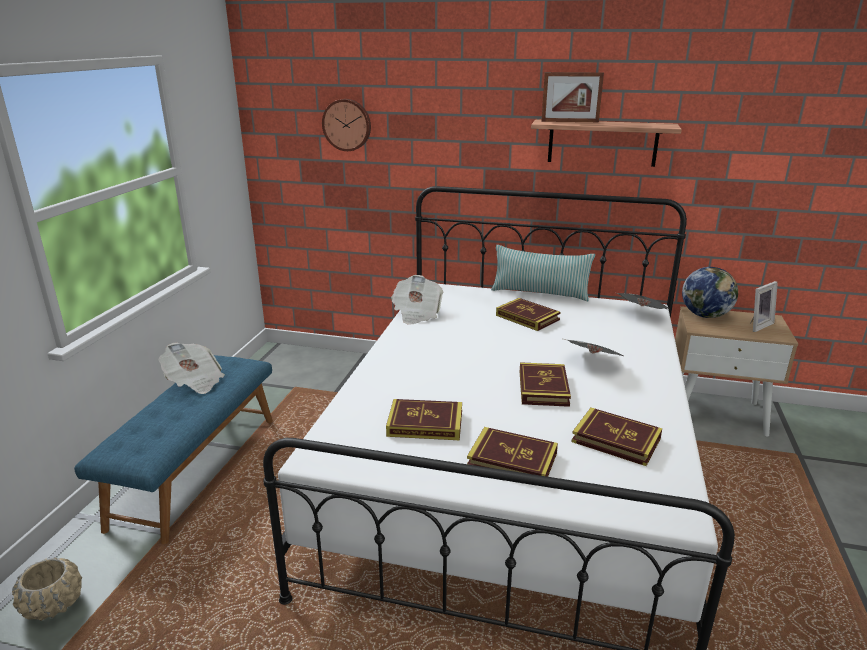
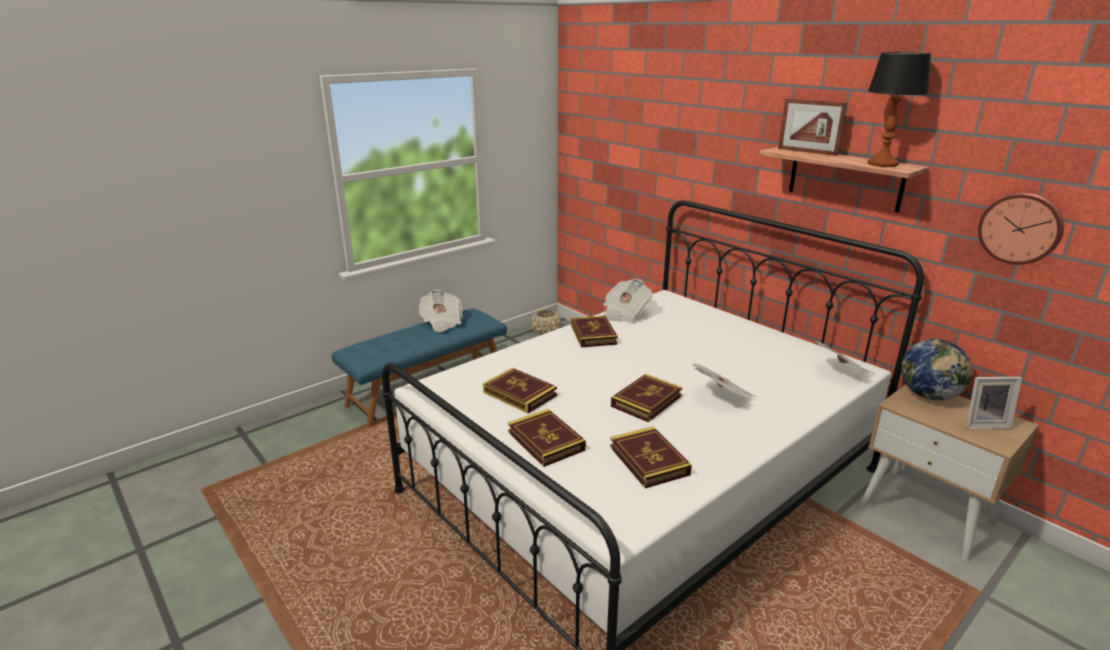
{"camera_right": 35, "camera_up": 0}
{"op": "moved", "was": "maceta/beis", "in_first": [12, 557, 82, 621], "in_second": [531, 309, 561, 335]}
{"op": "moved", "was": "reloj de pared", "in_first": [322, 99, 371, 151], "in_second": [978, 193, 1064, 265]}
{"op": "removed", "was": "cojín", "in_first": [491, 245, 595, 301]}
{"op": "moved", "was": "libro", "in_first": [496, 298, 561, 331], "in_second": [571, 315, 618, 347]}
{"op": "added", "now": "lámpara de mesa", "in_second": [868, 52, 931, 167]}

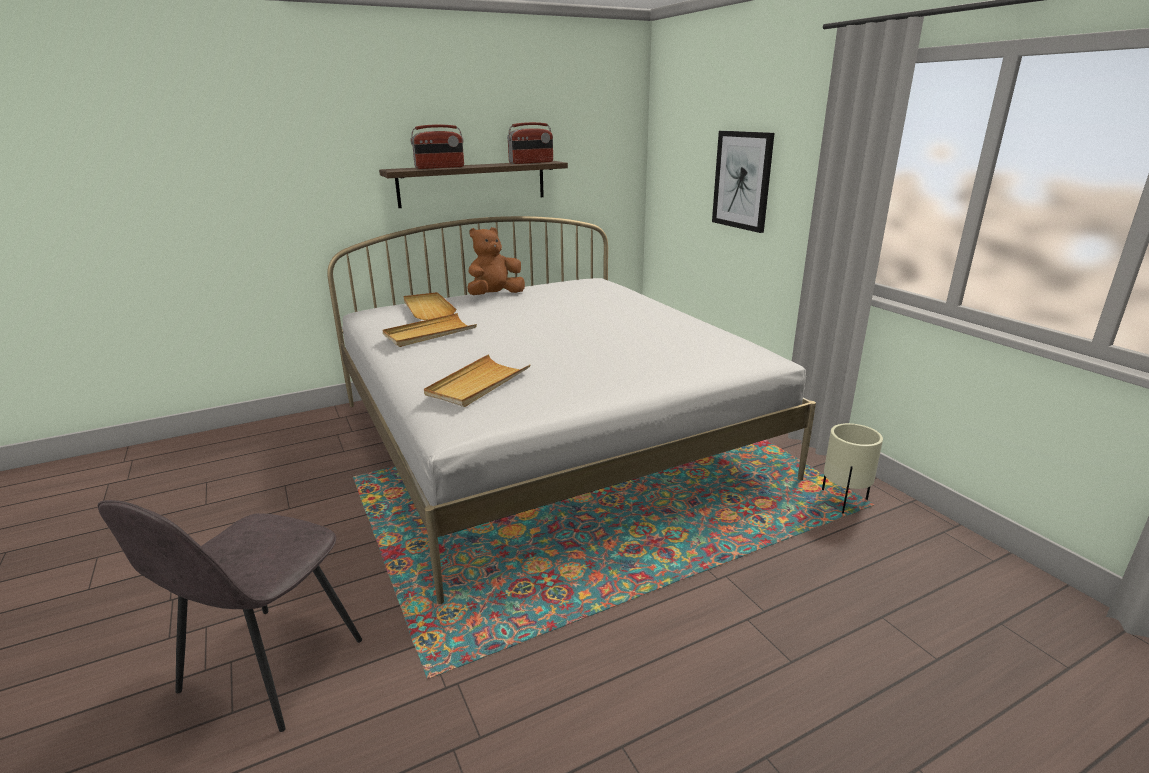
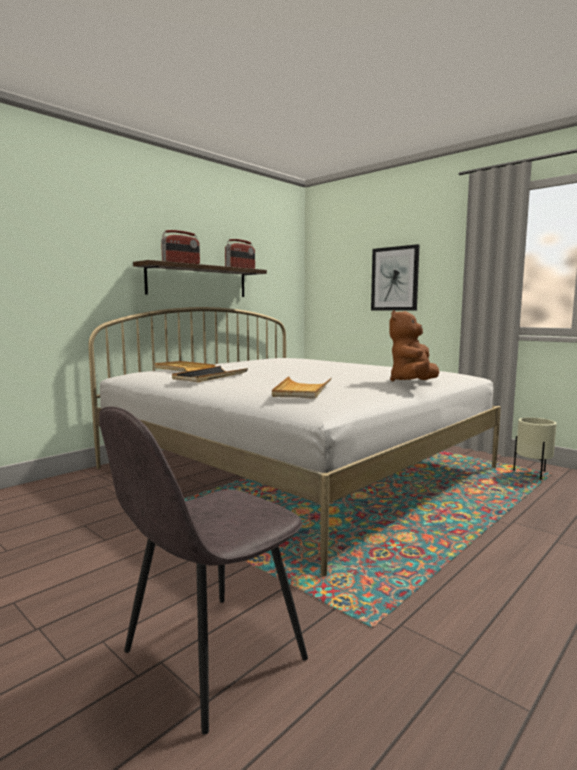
{"camera_right": -20, "camera_up": -15}
{"op": "turned", "was": "silla/gris", "in_first": [98, 500, 362, 732], "in_second": [99, 406, 308, 735], "clockwise": 45}
{"op": "recoloured", "was": "bandeja/beis", "now": "bandeja/negro", "in_first": [383, 313, 477, 347], "in_second": [172, 366, 248, 382]}
{"op": "moved", "was": "peluche/marrón", "in_first": [467, 227, 525, 295], "in_second": [389, 310, 439, 381]}

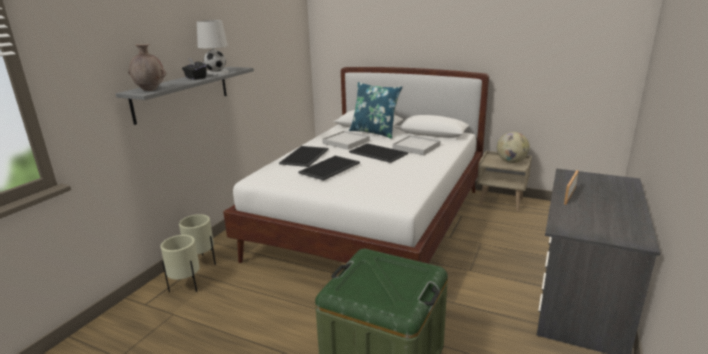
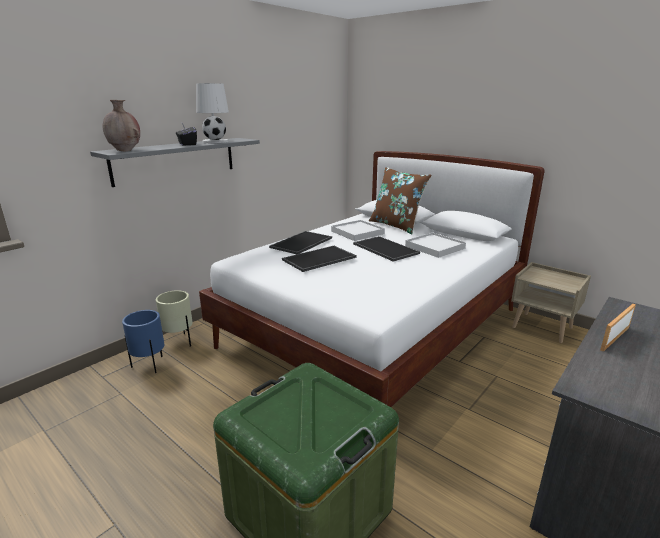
{"camera_right": 15, "camera_up": 0}
{"op": "recoloured", "was": "maceta/beis", "now": "maceta/azul", "in_first": [160, 235, 200, 292], "in_second": [122, 310, 165, 373]}
{"op": "recoloured", "was": "cojín/azul", "now": "cojín/marrón", "in_first": [349, 82, 403, 139], "in_second": [369, 167, 432, 234]}
{"op": "removed", "was": "globo terráqueo", "in_first": [497, 132, 530, 163]}

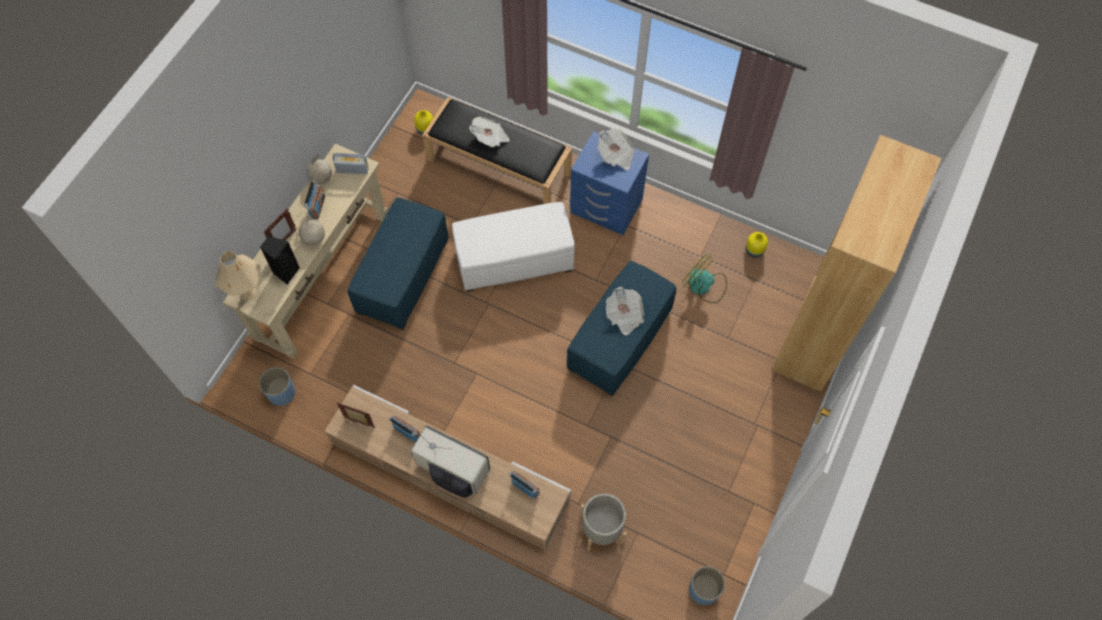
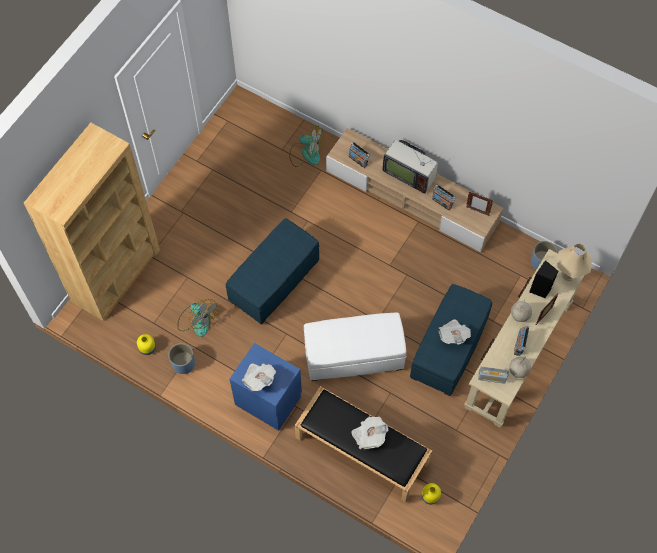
{"camera_right": -175, "camera_up": 0}
{"op": "replaced", "was": "maceta/gris", "now": "ventilador", "in_first": [580, 494, 627, 551], "in_second": [289, 125, 323, 167]}
{"op": "moved", "was": "periódico", "in_first": [606, 287, 644, 335], "in_second": [439, 319, 471, 345]}
{"op": "moved", "was": "maceta/azul", "in_first": [689, 566, 725, 605], "in_second": [168, 343, 195, 374]}

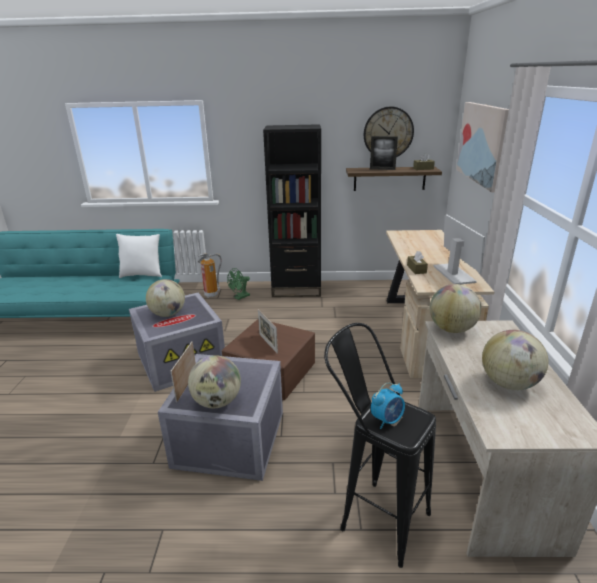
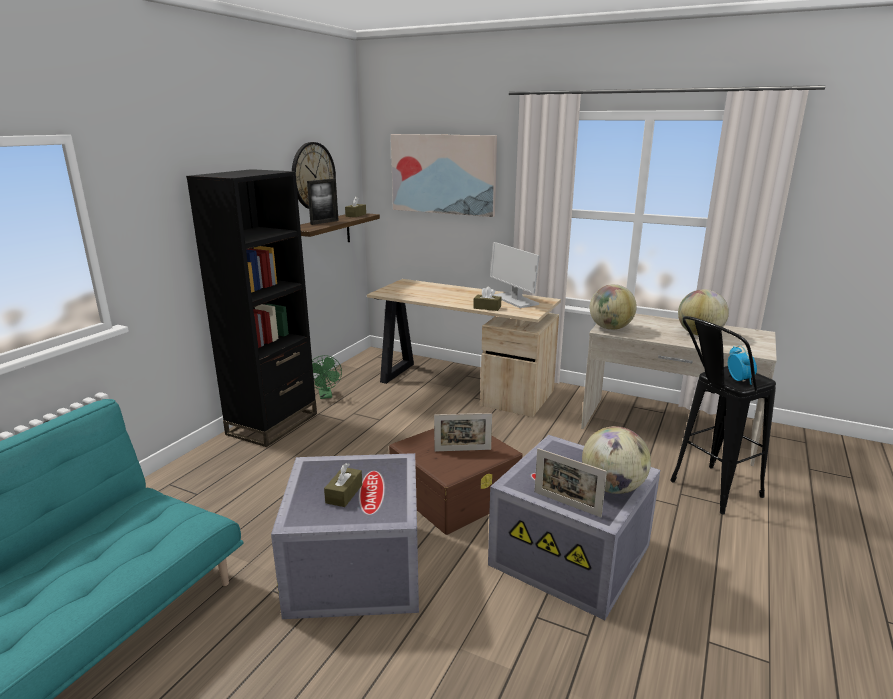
{"camera_right": -65, "camera_up": -5}
{"op": "removed", "was": "cojín/blanco", "in_first": [116, 234, 162, 278]}
{"op": "replaced", "was": "globo terráqueo", "now": "caja de pañuelos/marrón", "in_first": [146, 279, 185, 317], "in_second": [324, 463, 362, 507]}
{"op": "removed", "was": "extintor", "in_first": [197, 253, 222, 298]}
{"op": "moved", "was": "ventilador/verde", "in_first": [227, 268, 250, 300], "in_second": [312, 355, 342, 399]}
{"op": "turned", "was": "monitor", "in_first": [433, 214, 485, 285], "in_second": [490, 242, 540, 308], "clockwise": -135}

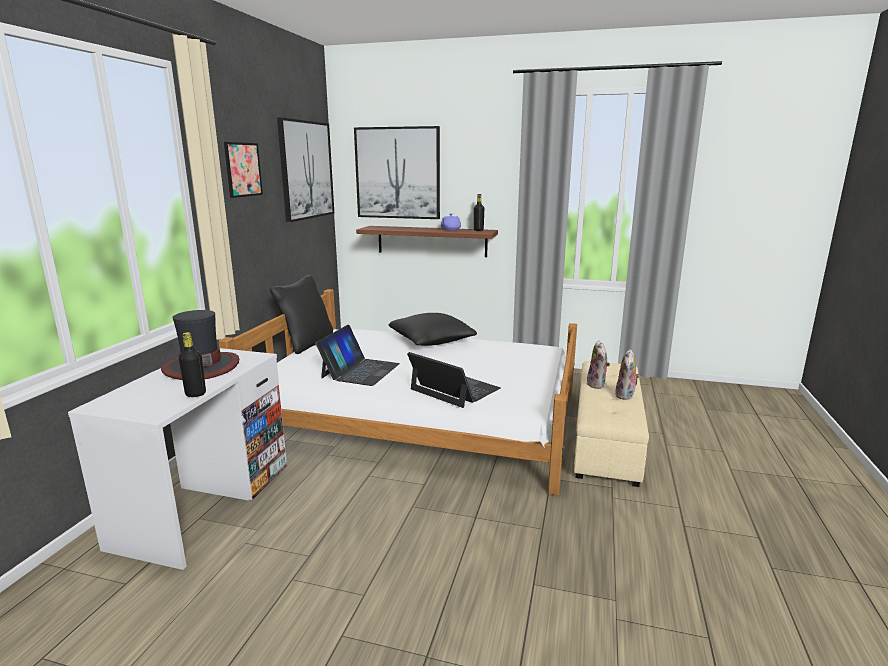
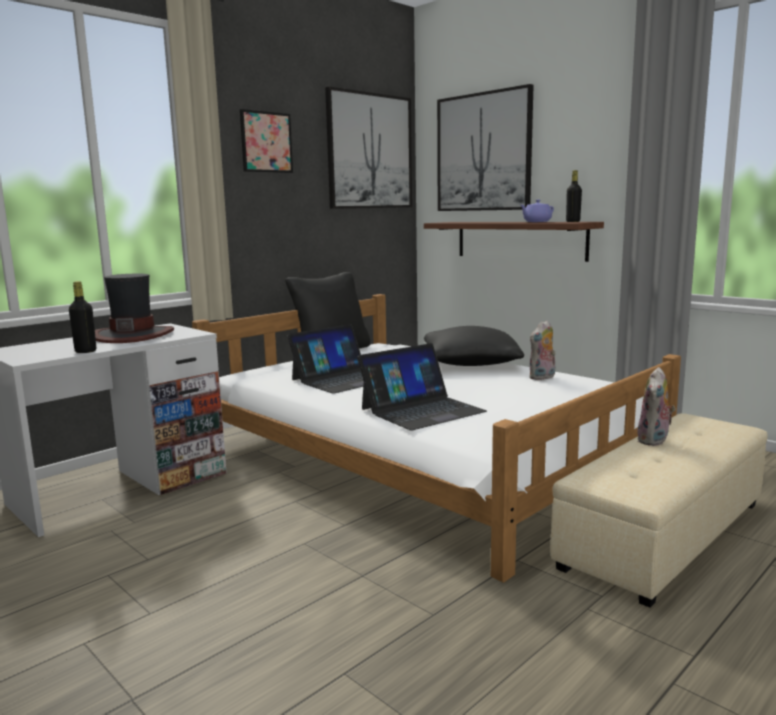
{"camera_right": 30, "camera_up": -5}
{"op": "turned", "was": "portátil", "in_first": [407, 352, 500, 408], "in_second": [357, 343, 487, 431], "clockwise": 75}
{"op": "moved", "was": "peluche", "in_first": [615, 349, 640, 400], "in_second": [529, 320, 556, 380]}

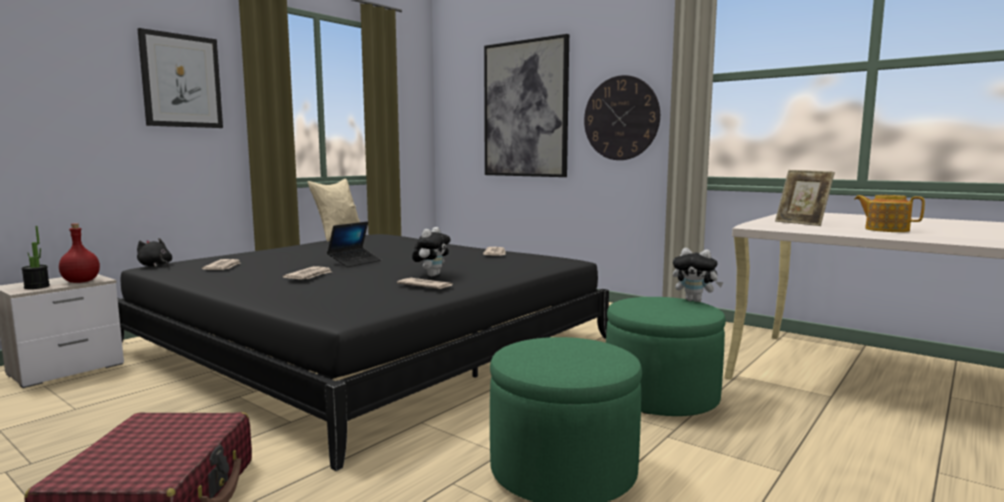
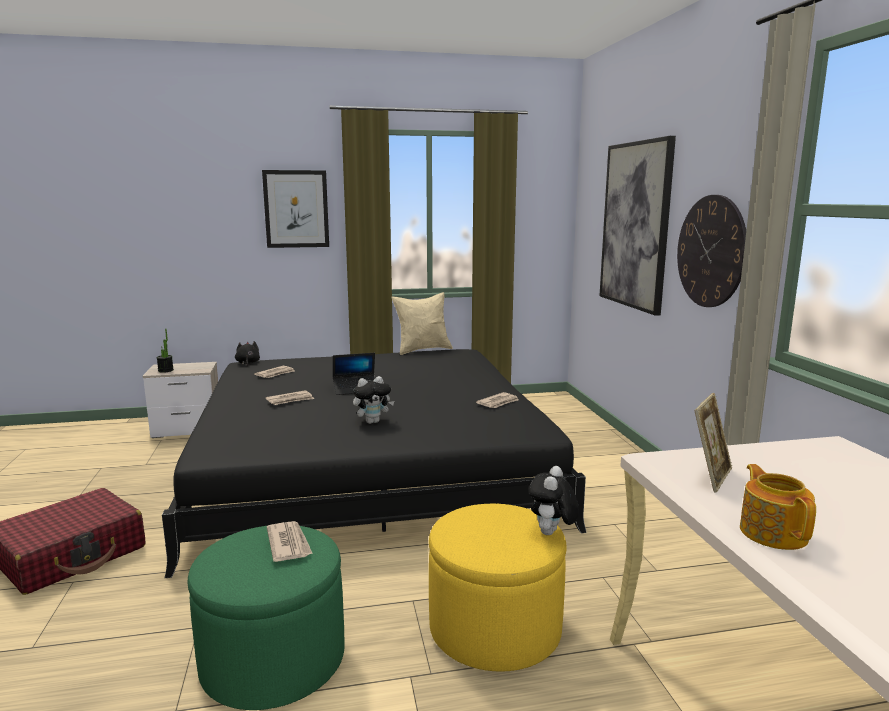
{"camera_right": 40, "camera_up": 5}
{"op": "removed", "was": "botella/rojo", "in_first": [59, 223, 100, 283]}
{"op": "moved", "was": "periódico", "in_first": [397, 278, 453, 289], "in_second": [267, 521, 313, 562]}
{"op": "recoloured", "was": "puf/verde", "now": "puf/amarillo", "in_first": [606, 297, 726, 416], "in_second": [429, 504, 567, 672]}
{"op": "turned", "was": "peluche", "in_first": [673, 248, 723, 302], "in_second": [529, 466, 579, 535], "clockwise": 45}
{"op": "turned", "was": "portarretratos", "in_first": [775, 170, 835, 226], "in_second": [694, 393, 732, 492], "clockwise": -150}

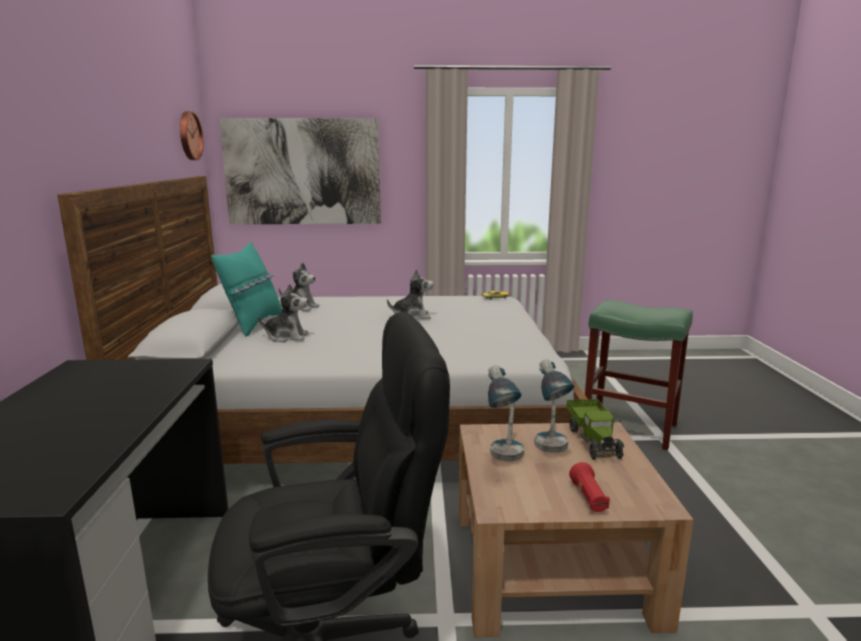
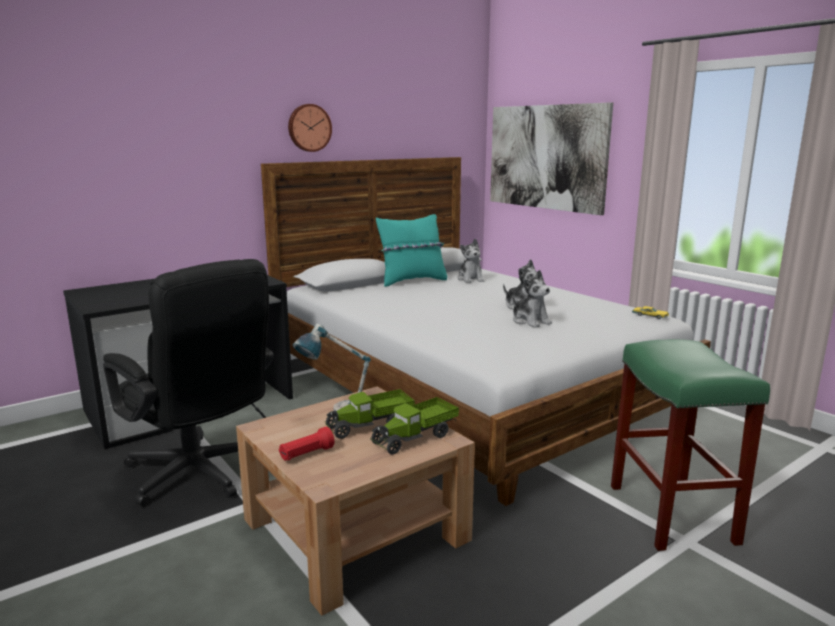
{"camera_right": 55, "camera_up": 0}
{"op": "moved", "was": "reloj de pared", "in_first": [180, 111, 203, 160], "in_second": [288, 104, 332, 152]}
{"op": "moved", "was": "peluche", "in_first": [257, 284, 309, 342], "in_second": [512, 270, 552, 328]}
{"op": "replaced", "was": "lámpara de mesa", "now": "camión de juguete", "in_first": [534, 360, 574, 453], "in_second": [325, 389, 415, 439]}

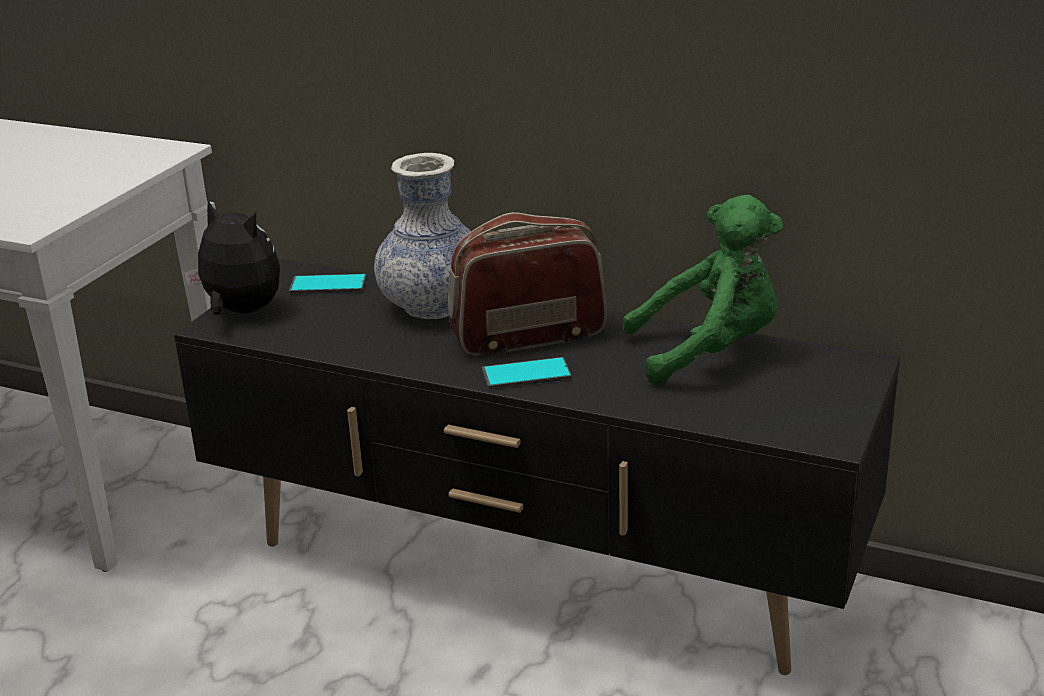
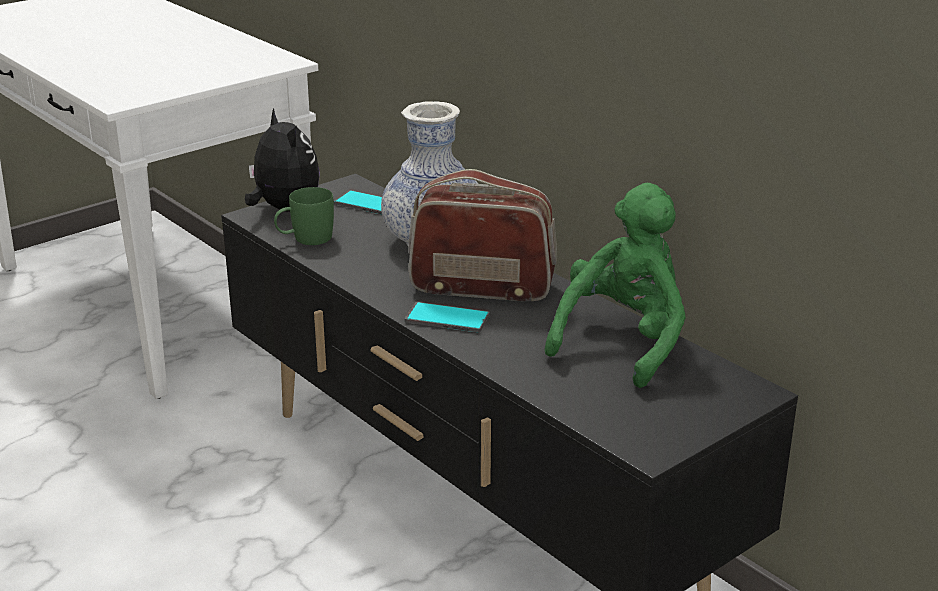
{"camera_right": 25, "camera_up": 0}
{"op": "turned", "was": "peluche/verde", "in_first": [623, 195, 783, 385], "in_second": [545, 183, 686, 388], "clockwise": -75}
{"op": "added", "now": "taza grande/verde", "in_second": [274, 187, 334, 245]}

